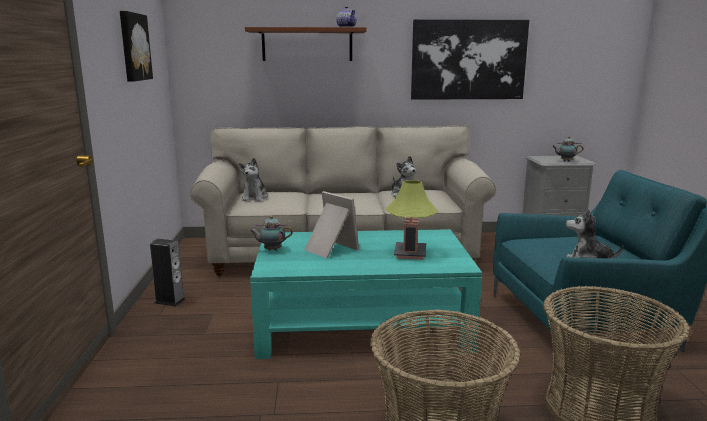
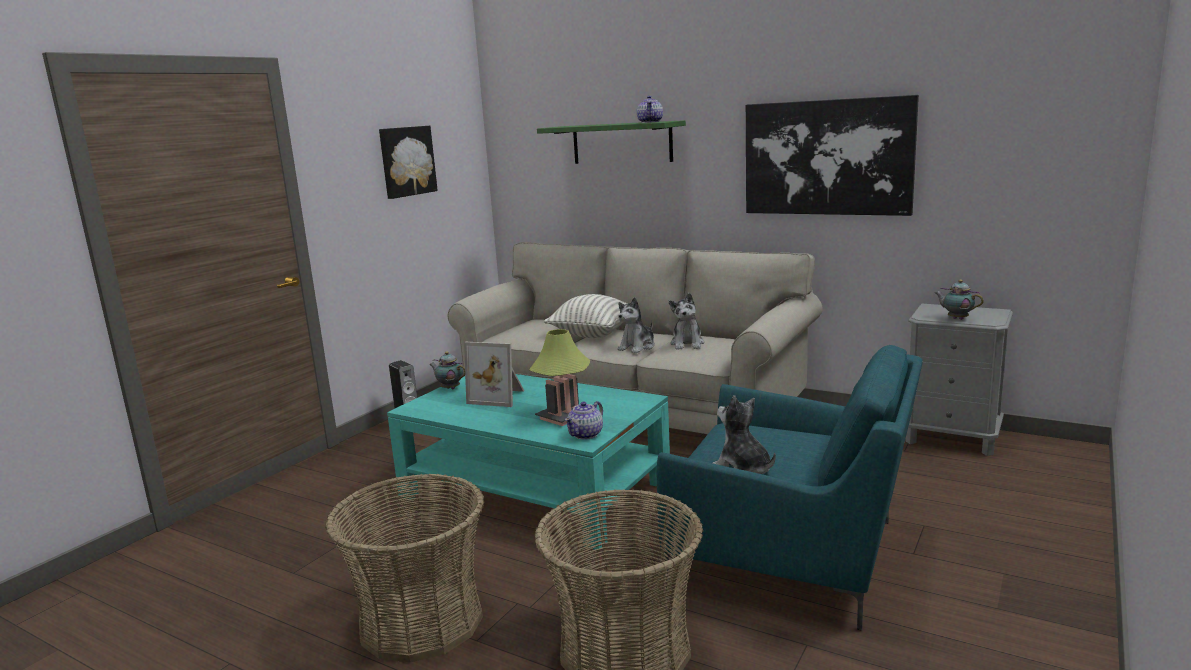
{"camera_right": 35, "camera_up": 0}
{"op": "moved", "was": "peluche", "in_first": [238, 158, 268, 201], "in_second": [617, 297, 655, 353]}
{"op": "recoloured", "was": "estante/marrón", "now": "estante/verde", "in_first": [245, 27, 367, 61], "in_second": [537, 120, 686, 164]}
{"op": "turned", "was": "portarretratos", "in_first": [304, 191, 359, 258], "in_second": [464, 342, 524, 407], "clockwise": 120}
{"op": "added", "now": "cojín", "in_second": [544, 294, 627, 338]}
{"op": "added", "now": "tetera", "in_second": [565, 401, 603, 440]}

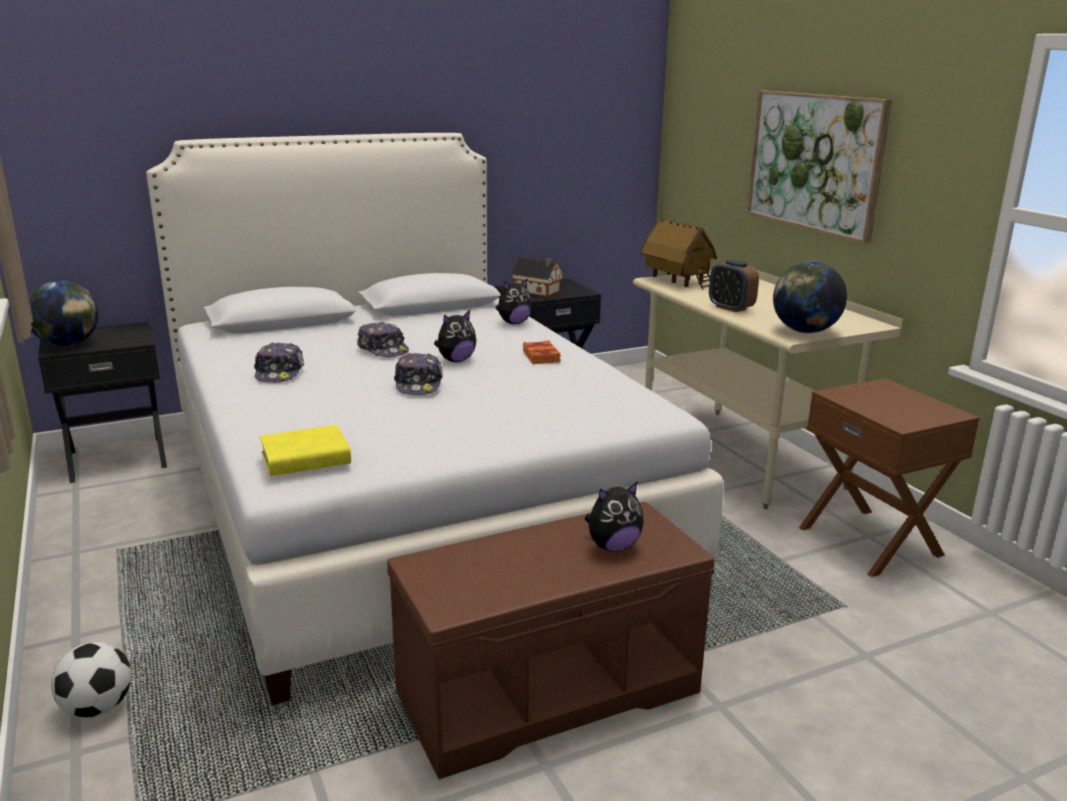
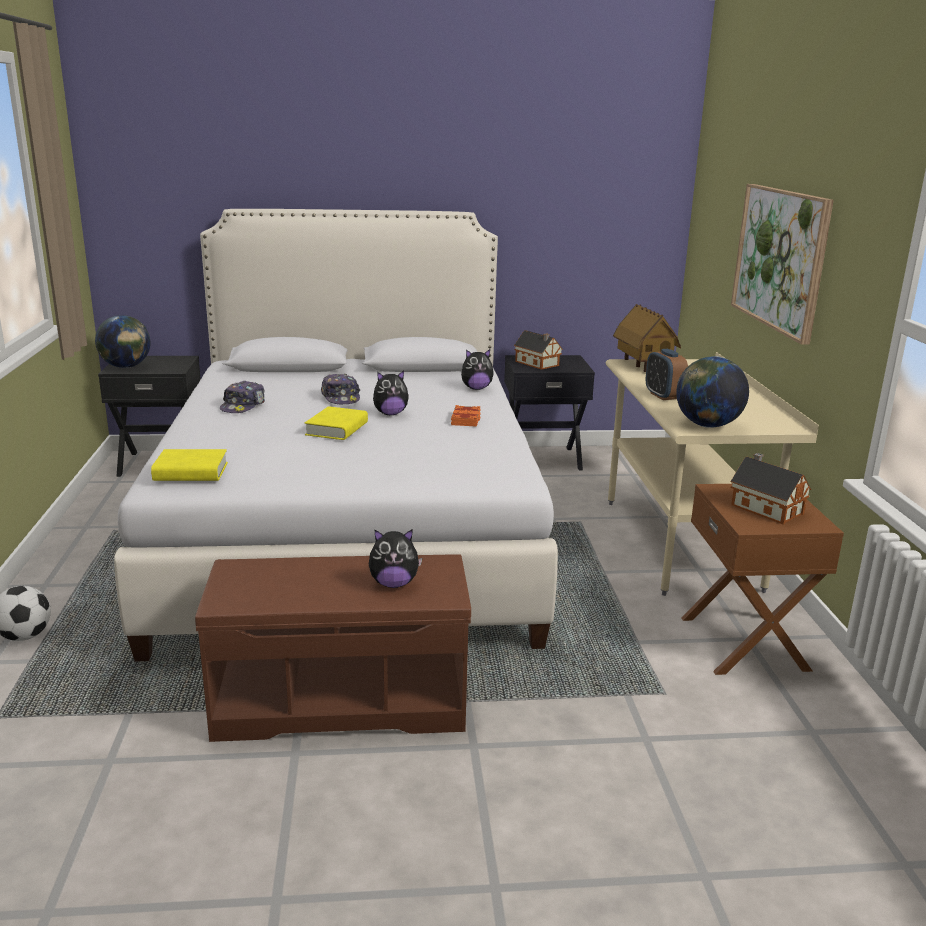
{"camera_right": 20, "camera_up": 0}
{"op": "replaced", "was": "gorra", "now": "libro/amarillo", "in_first": [394, 353, 443, 395], "in_second": [305, 406, 368, 440]}
{"op": "added", "now": "casita", "in_second": [731, 453, 811, 525]}

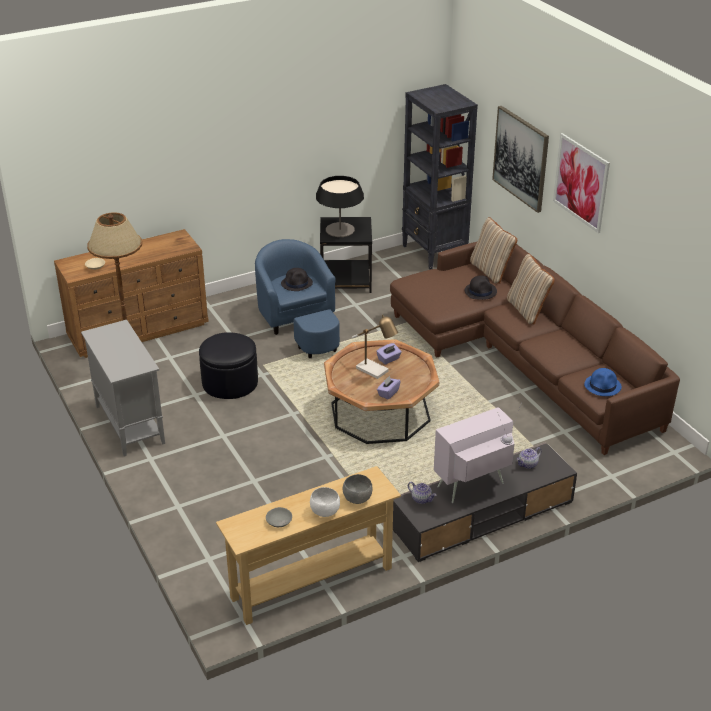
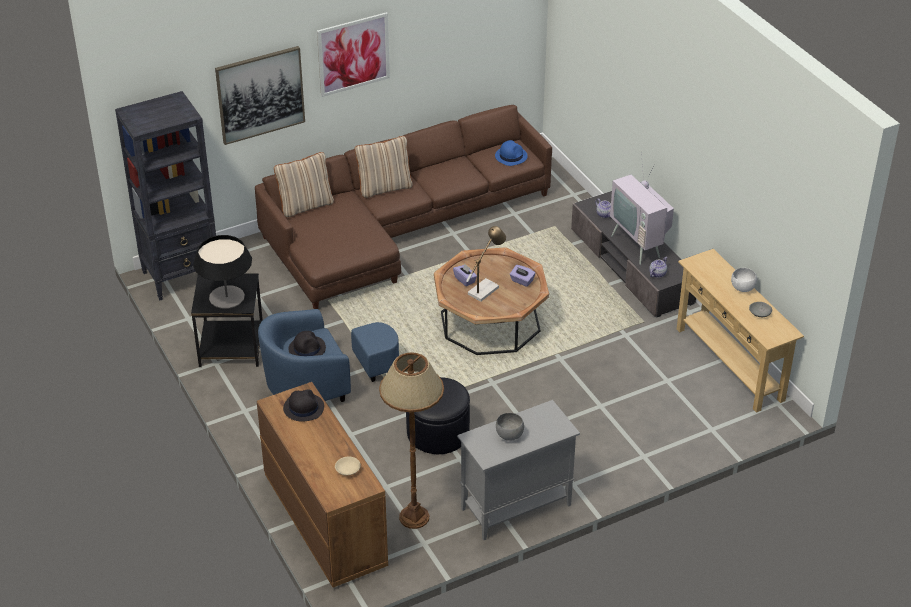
{"camera_right": -90, "camera_up": 5}
{"op": "moved", "was": "cuenco/gris", "in_first": [343, 474, 373, 504], "in_second": [496, 413, 524, 440]}
{"op": "moved", "was": "sombrero/negro", "in_first": [464, 275, 497, 300], "in_second": [283, 389, 324, 422]}

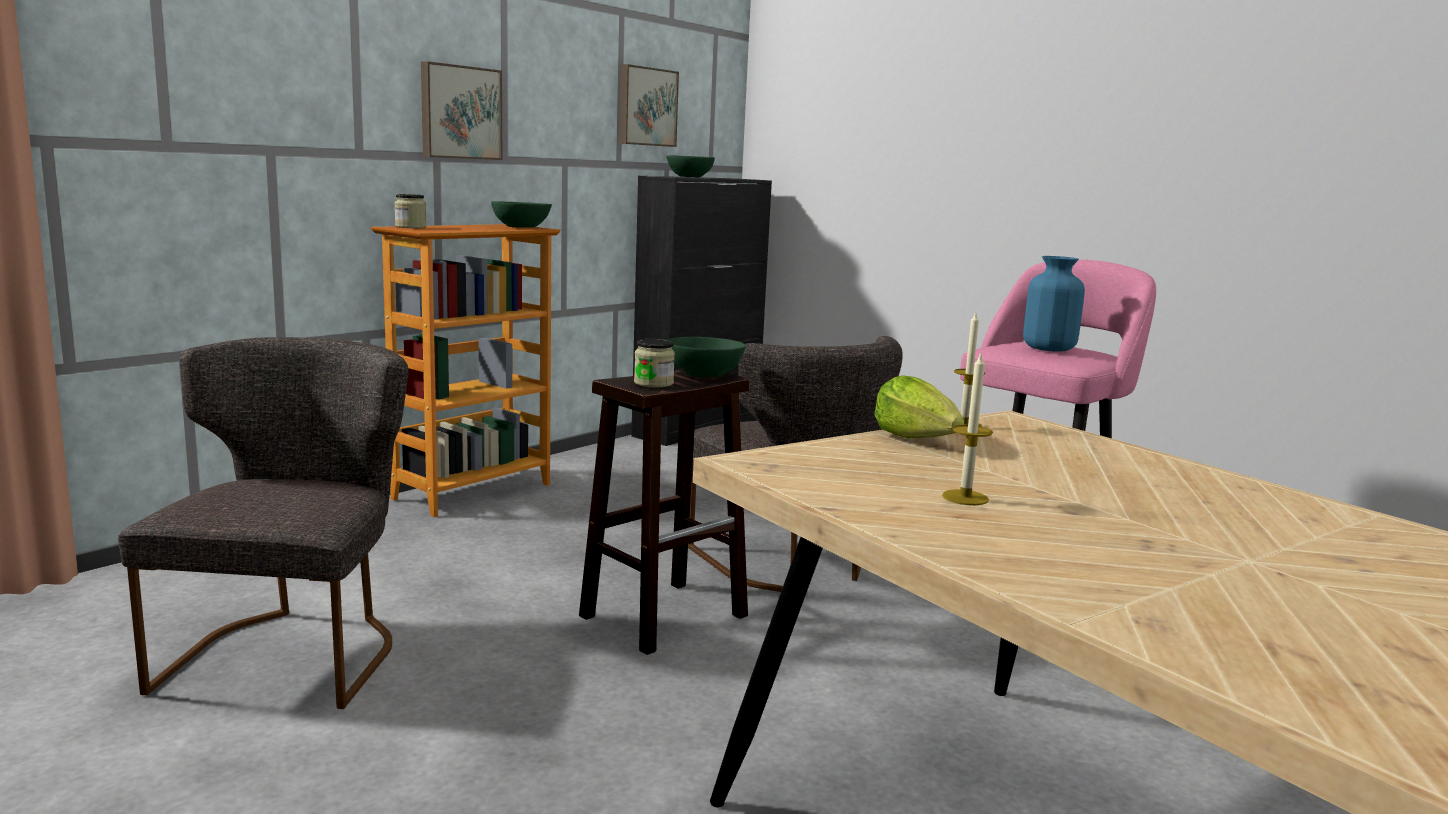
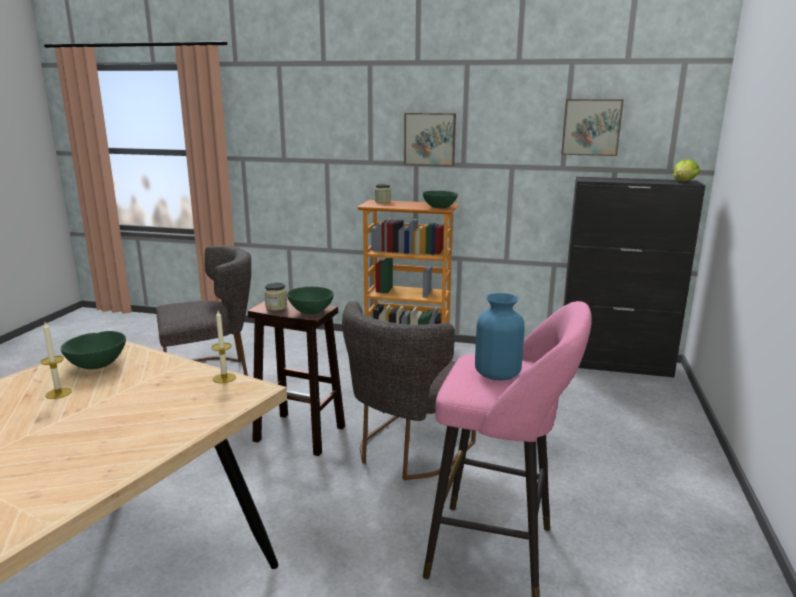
{"camera_right": 65, "camera_up": 5}
{"op": "moved", "was": "cuenco/verde", "in_first": [666, 155, 715, 177], "in_second": [61, 331, 126, 369]}
{"op": "moved", "was": "lechuga", "in_first": [874, 375, 964, 438], "in_second": [673, 159, 700, 181]}

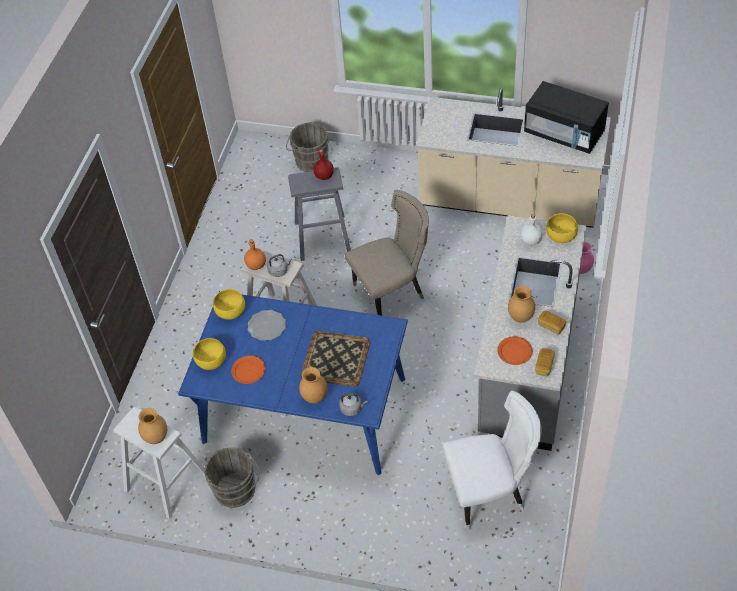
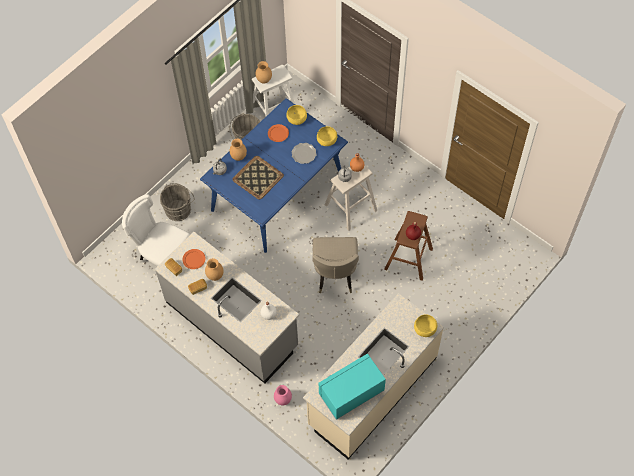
{"camera_right": 115, "camera_up": 10}
{"op": "moved", "was": "cubo/gris", "in_first": [286, 121, 329, 172], "in_second": [160, 183, 194, 221]}
{"op": "recoloured", "was": "taburete/gris", "now": "taburete/marrón", "in_first": [288, 167, 351, 261], "in_second": [384, 211, 433, 281]}
{"op": "turned", "was": "silla/blanco", "in_first": [443, 391, 542, 531], "in_second": [122, 194, 190, 266], "clockwise": 105}
{"op": "recoloured", "was": "microondas/negro", "now": "microondas/turquesa", "in_first": [524, 81, 609, 154], "in_second": [319, 353, 386, 420]}
{"op": "moved", "was": "cuenco/amarillo", "in_first": [546, 213, 578, 243], "in_second": [414, 314, 437, 337]}

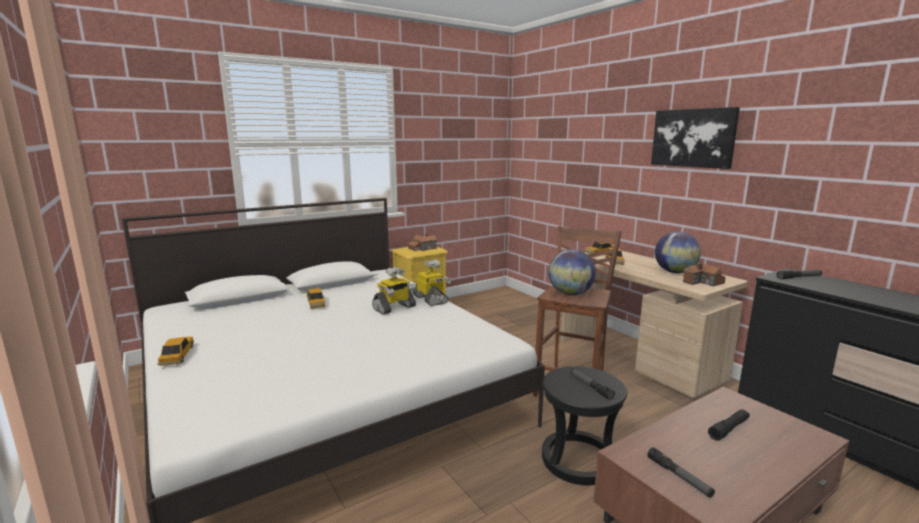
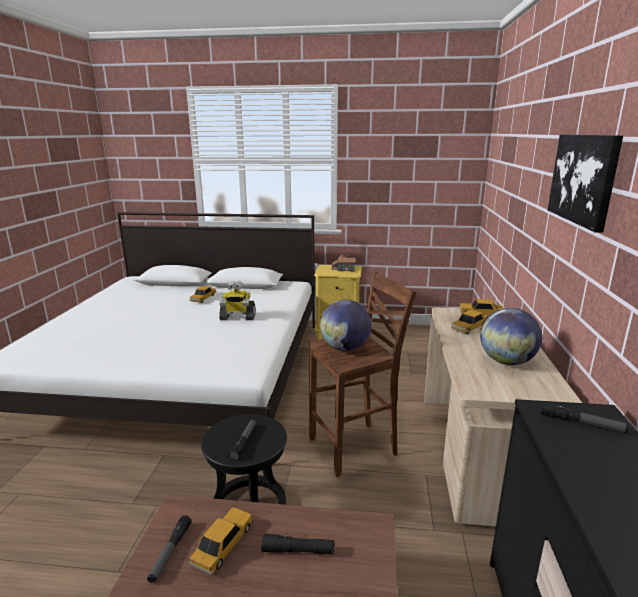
{"camera_right": 40, "camera_up": 5}
{"op": "moved", "was": "coche de juguete", "in_first": [158, 337, 194, 366], "in_second": [189, 508, 253, 575]}
{"op": "removed", "was": "robot de juguete", "in_first": [412, 259, 451, 306]}
{"op": "removed", "was": "casita", "in_first": [683, 261, 726, 286]}

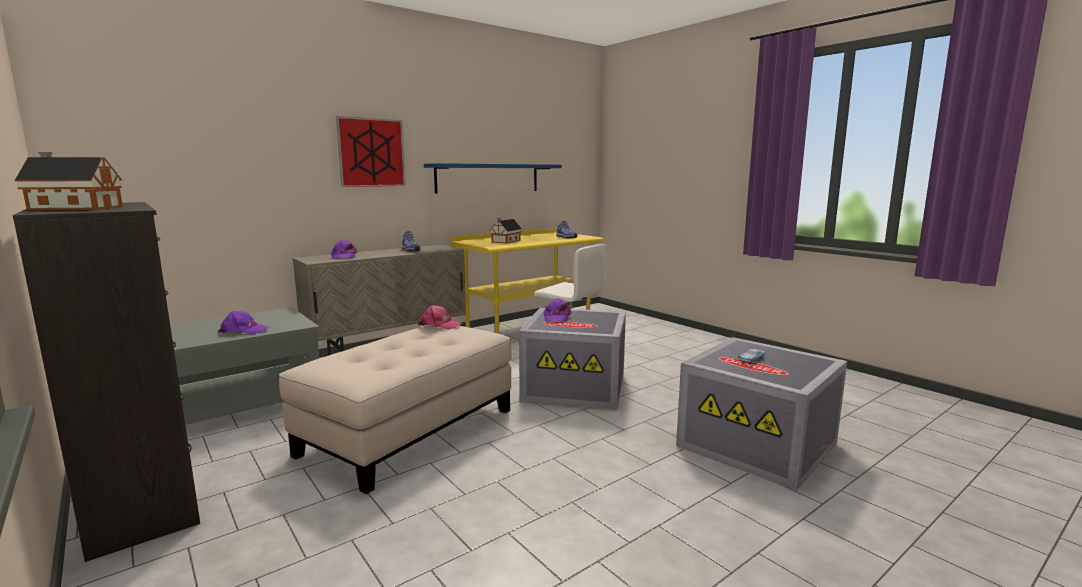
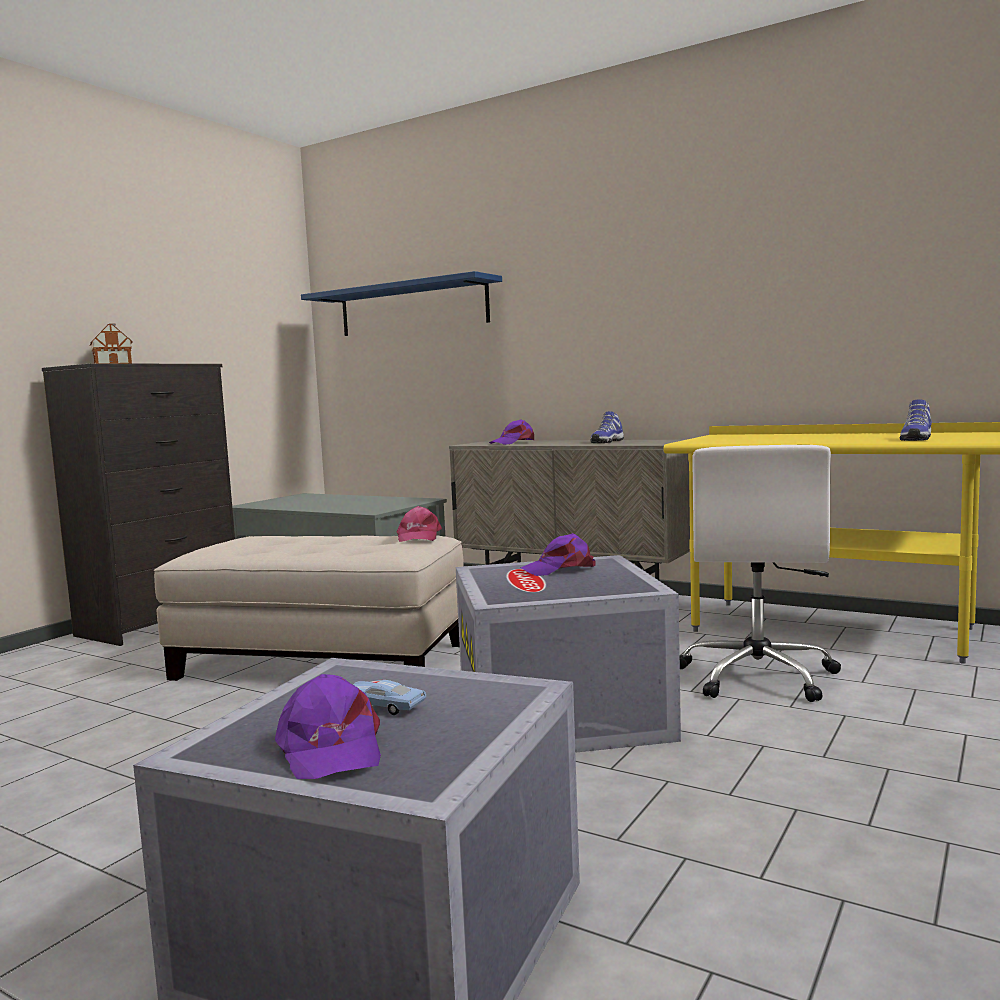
{"camera_right": 70, "camera_up": -5}
{"op": "moved", "was": "gorra/morado", "in_first": [218, 311, 269, 334], "in_second": [275, 674, 381, 779]}
{"op": "removed", "was": "cuadro", "in_first": [336, 116, 406, 187]}
{"op": "moved", "was": "estante/azul", "in_first": [424, 163, 562, 194], "in_second": [301, 271, 502, 336]}
{"op": "removed", "was": "casita", "in_first": [489, 218, 522, 244]}

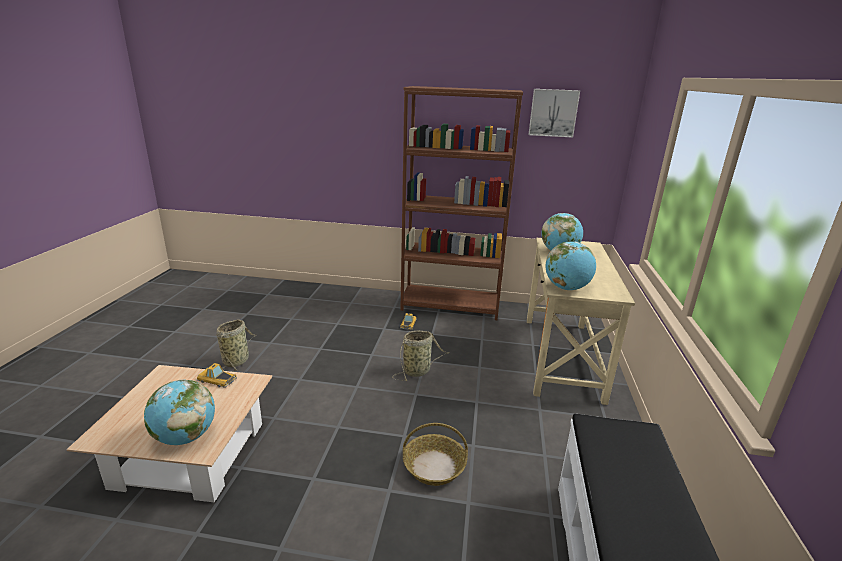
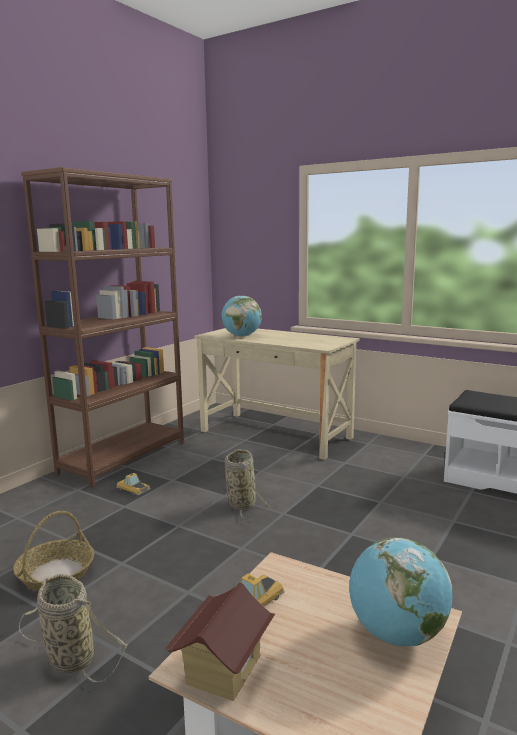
{"camera_right": -65, "camera_up": -10}
{"op": "moved", "was": "cesta", "in_first": [403, 423, 468, 486], "in_second": [13, 511, 94, 591]}
{"op": "removed", "was": "cuadro", "in_first": [528, 89, 580, 138]}
{"op": "removed", "was": "globo terráqueo", "in_first": [545, 242, 596, 290]}
{"op": "added", "now": "casita", "in_second": [165, 583, 275, 701]}

